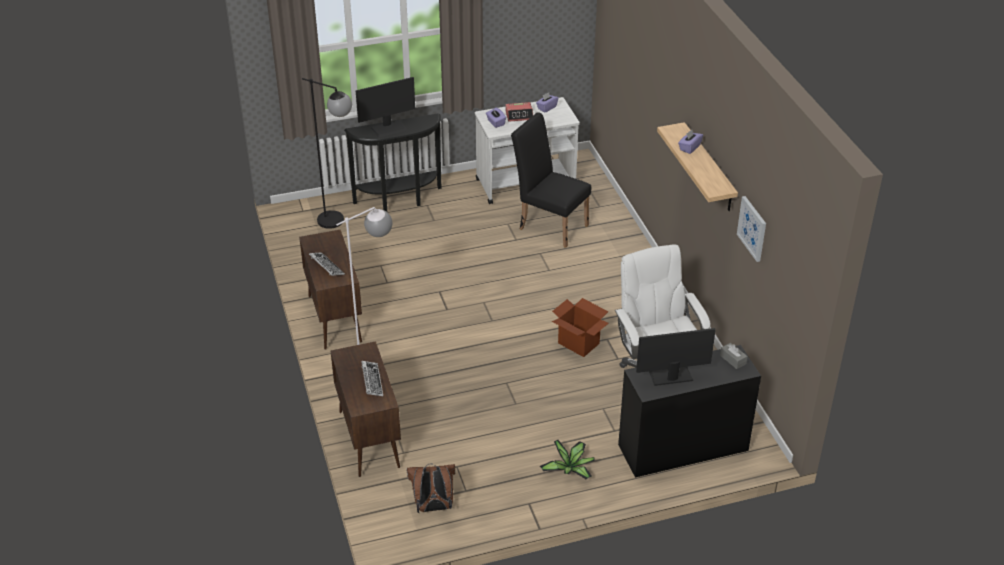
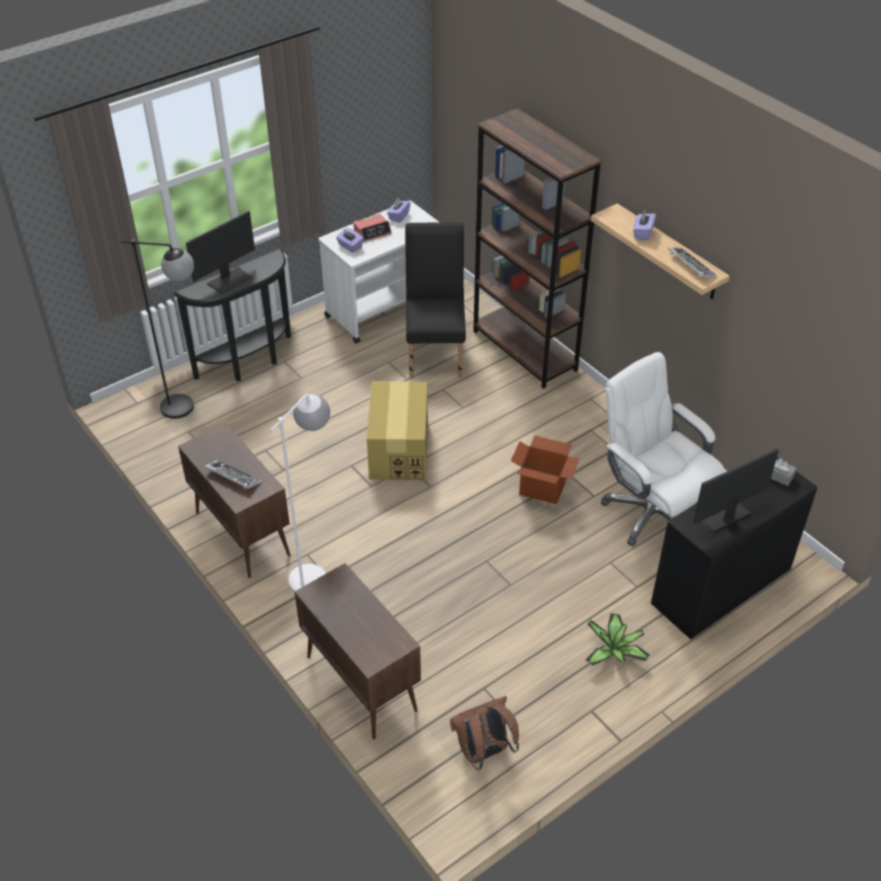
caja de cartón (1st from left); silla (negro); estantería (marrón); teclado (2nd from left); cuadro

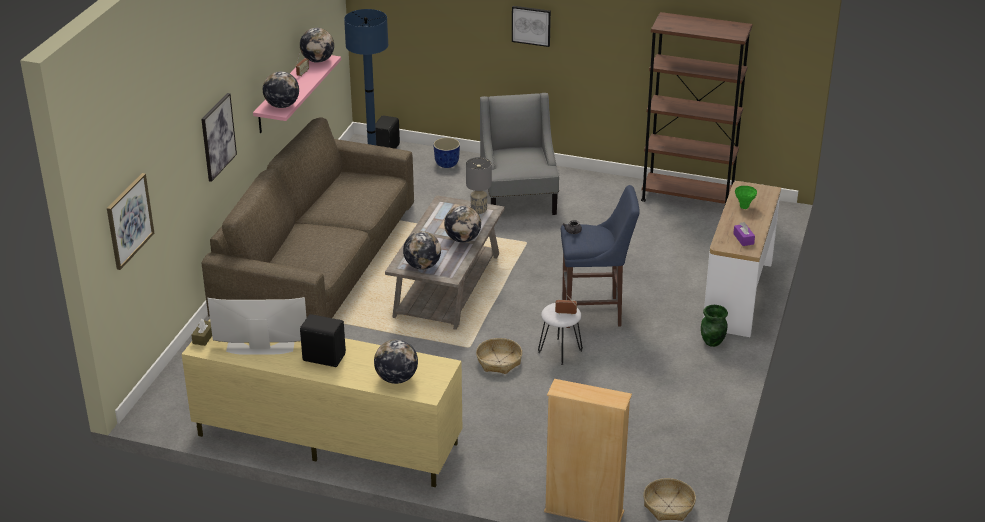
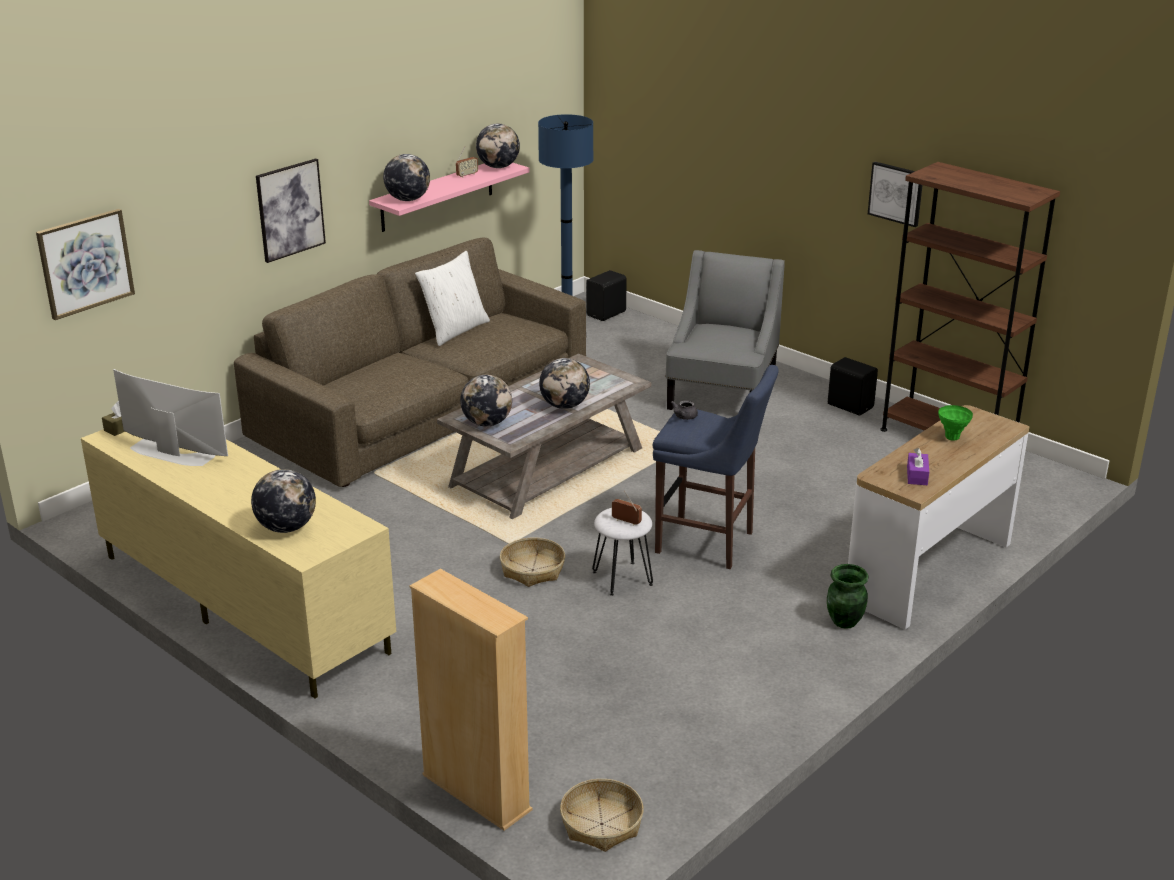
cojín (blanco); altavoz (negro) (2nd from left); cuadro (3rd from left); maceta; lámpara de mesa (gris)

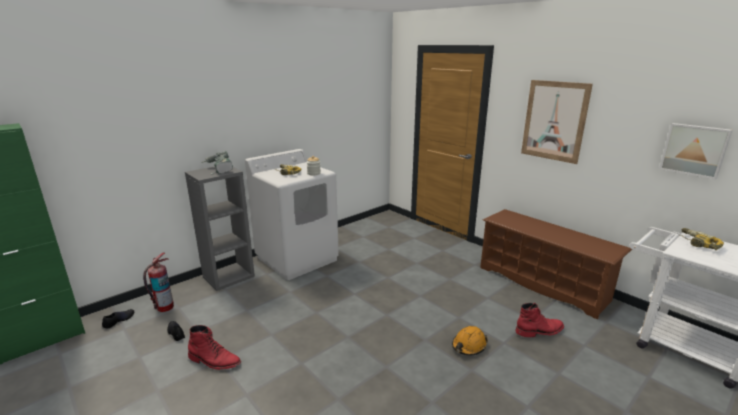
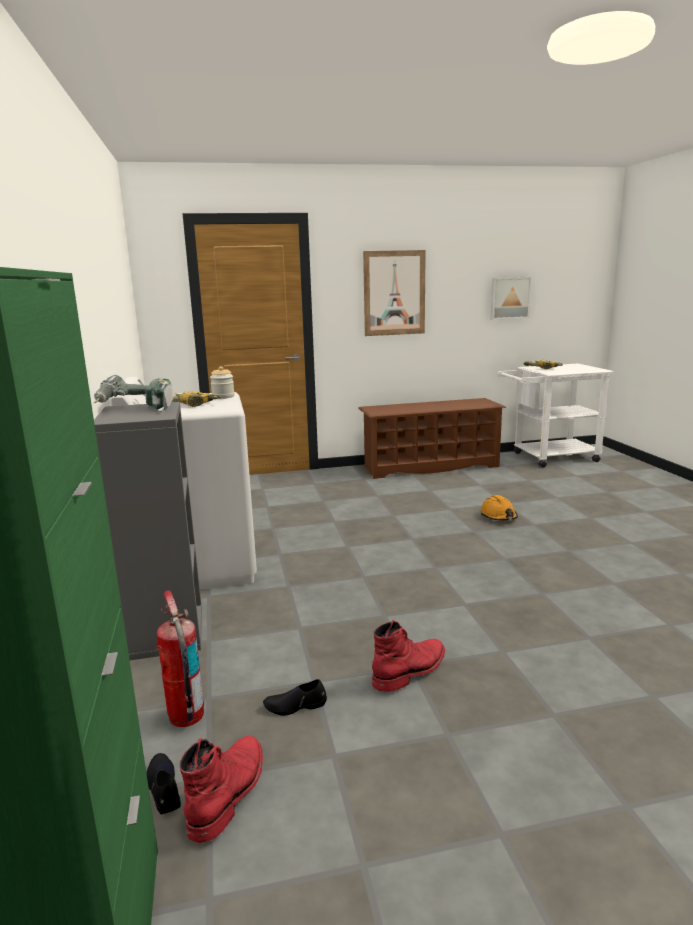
bota (rojo) (1st from left)

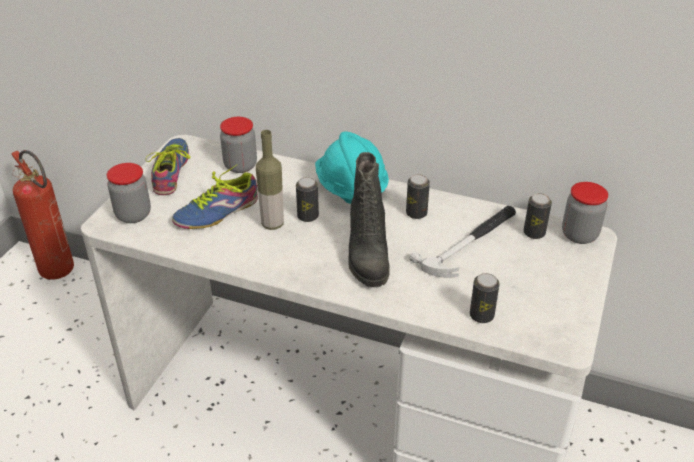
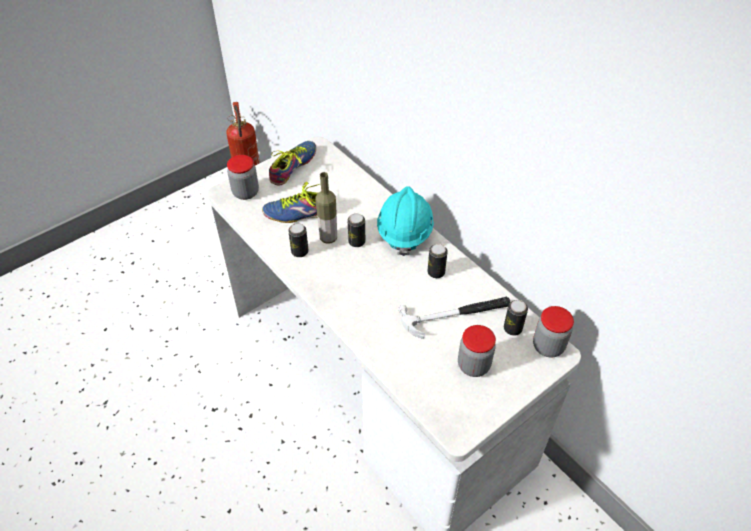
lata (1st from left); tarro (2nd from left); bota (negro)

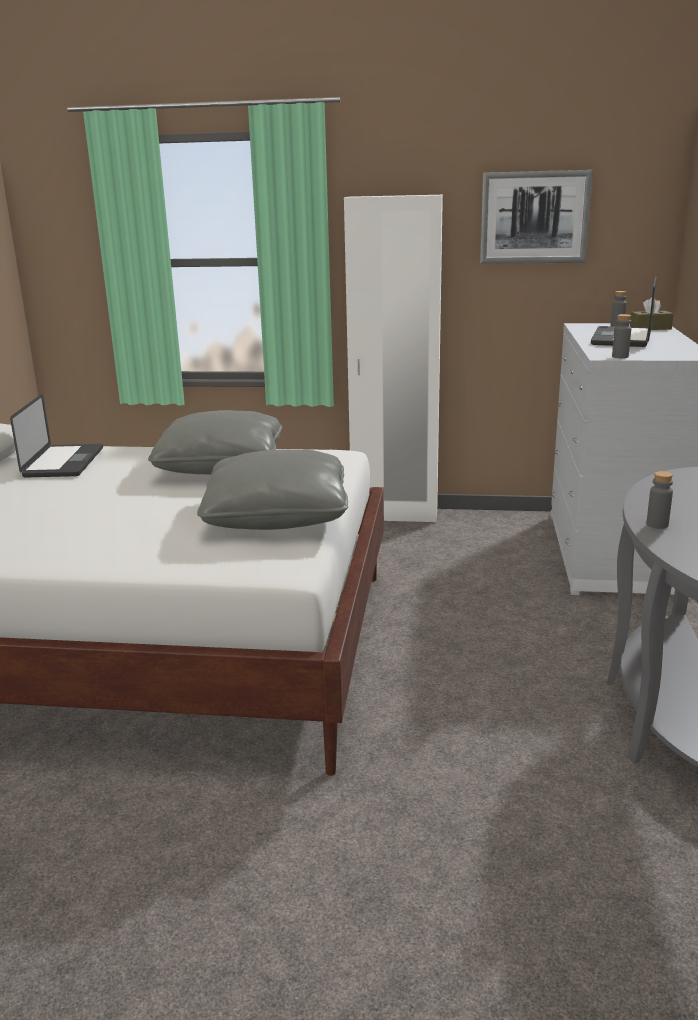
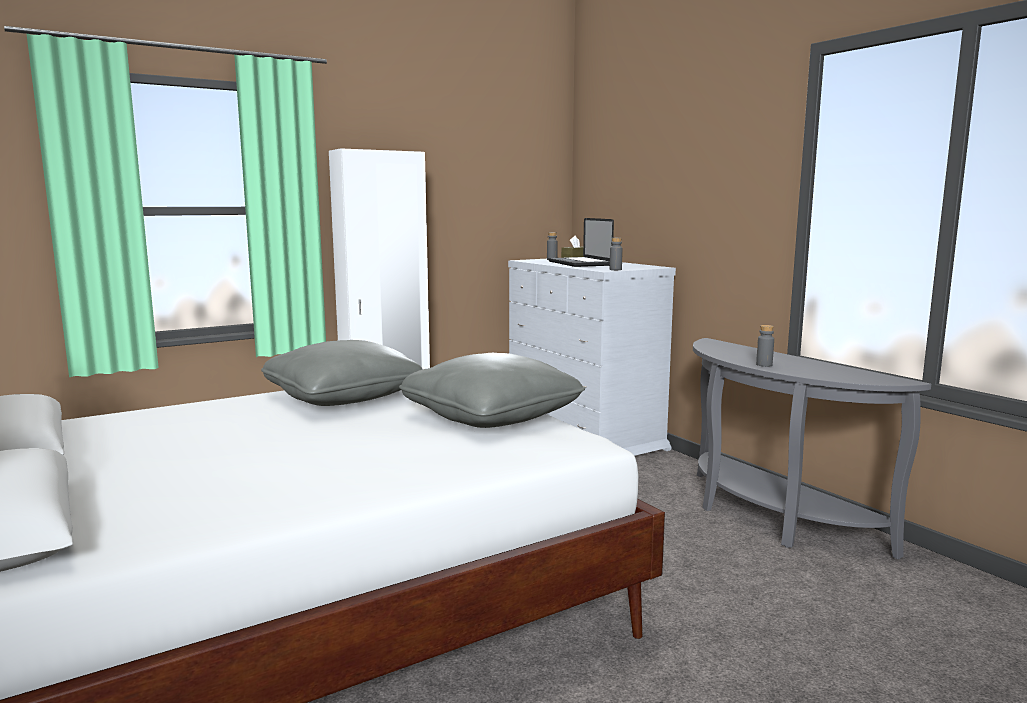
portátil (1st from left in the first image); cuadro

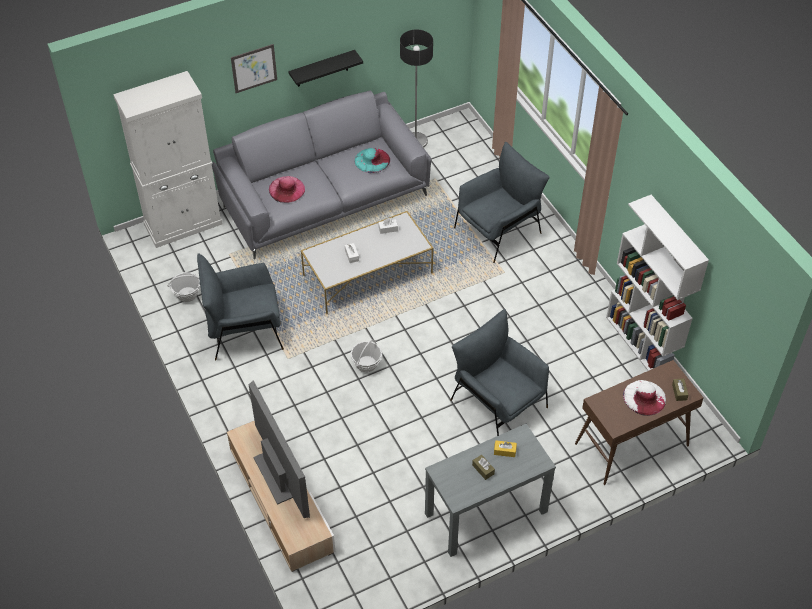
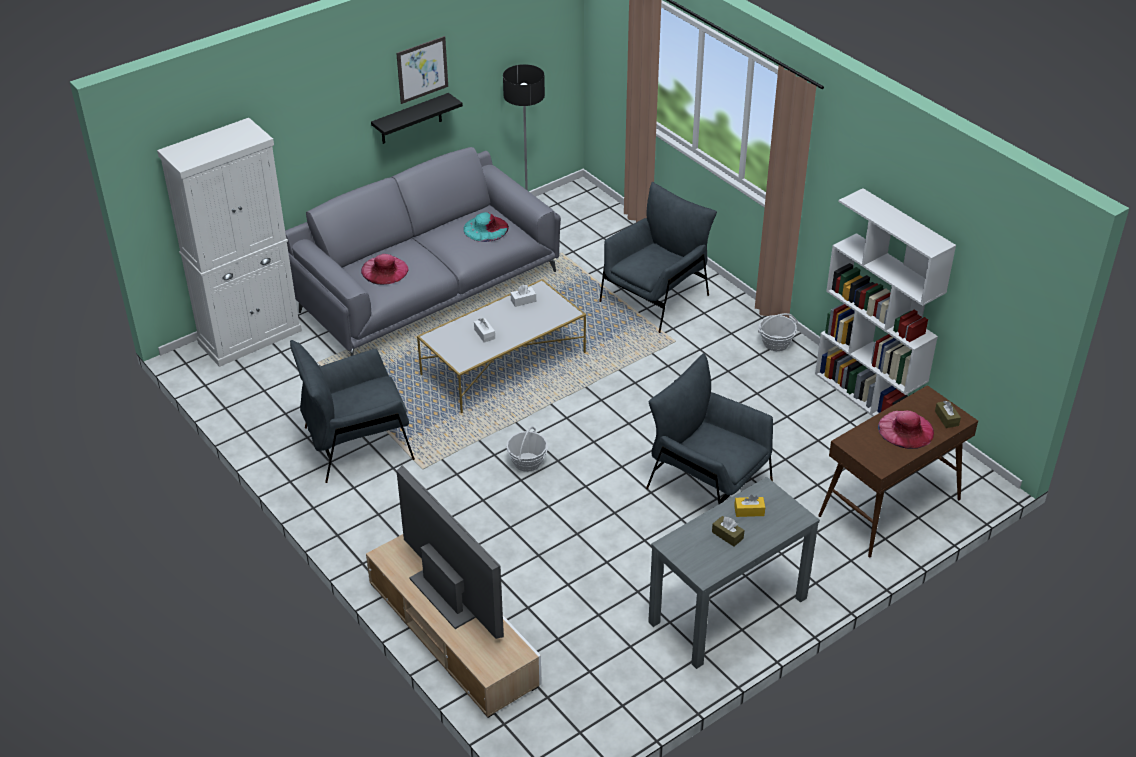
cuadro; cesta (2nd from left); sombrero (rosa) (2nd from left)

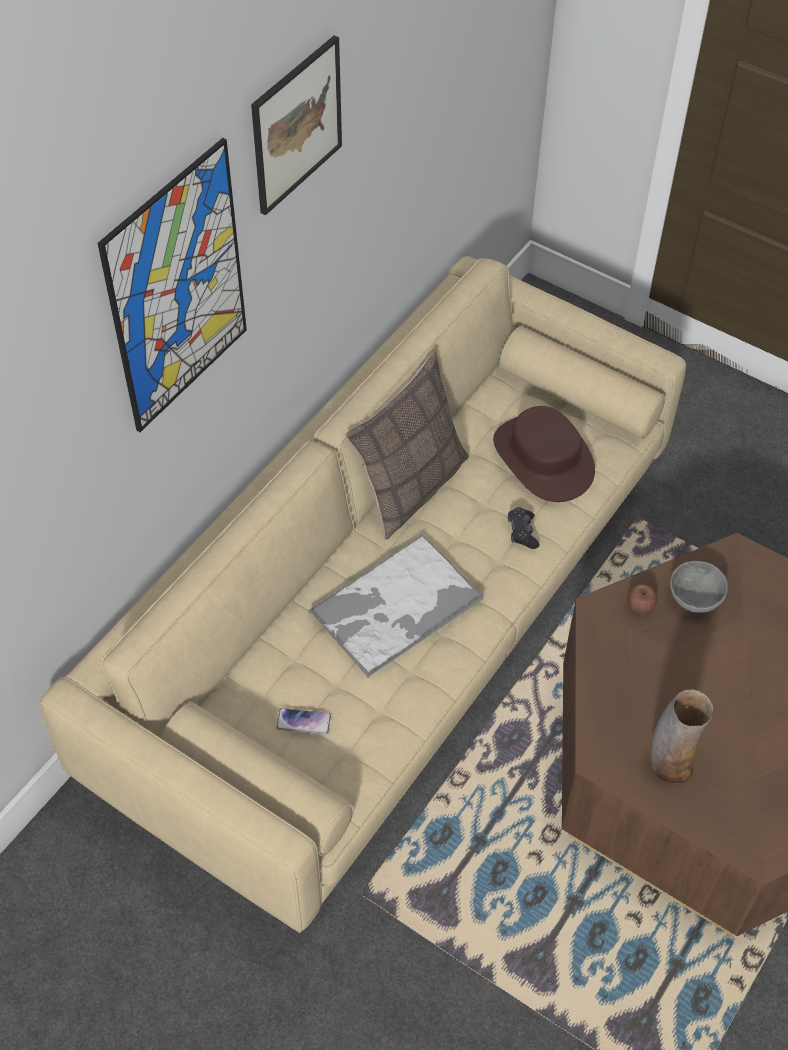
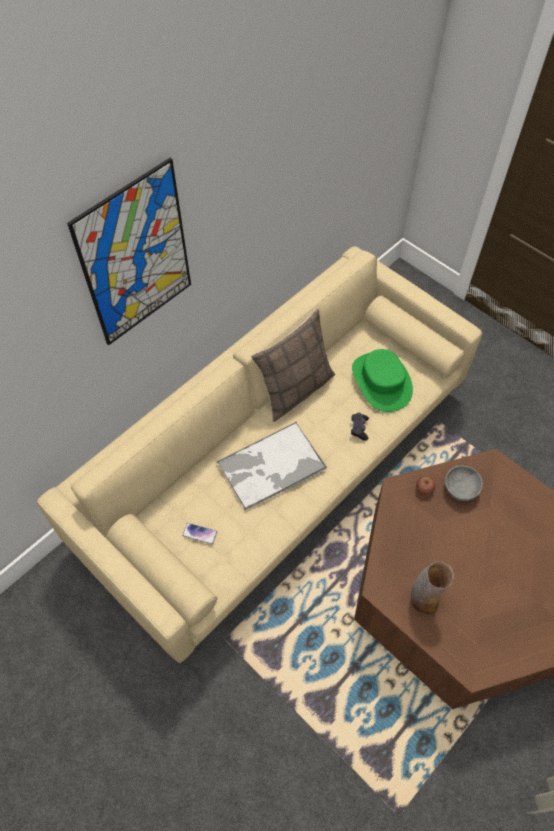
sombrero (verde); cuadro (2nd from left in the first image)

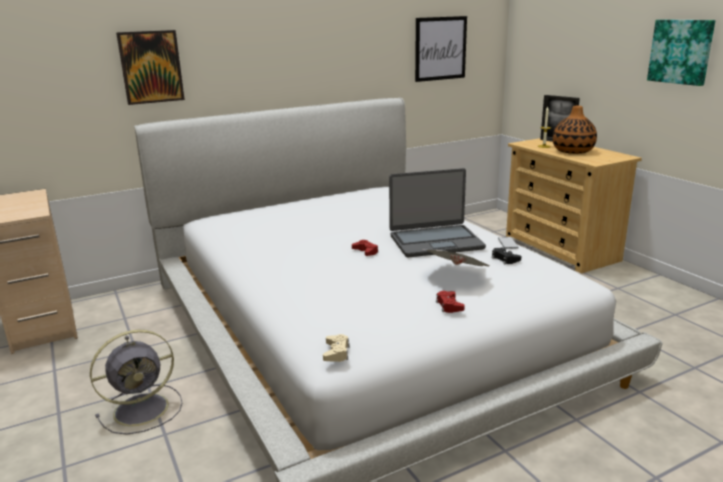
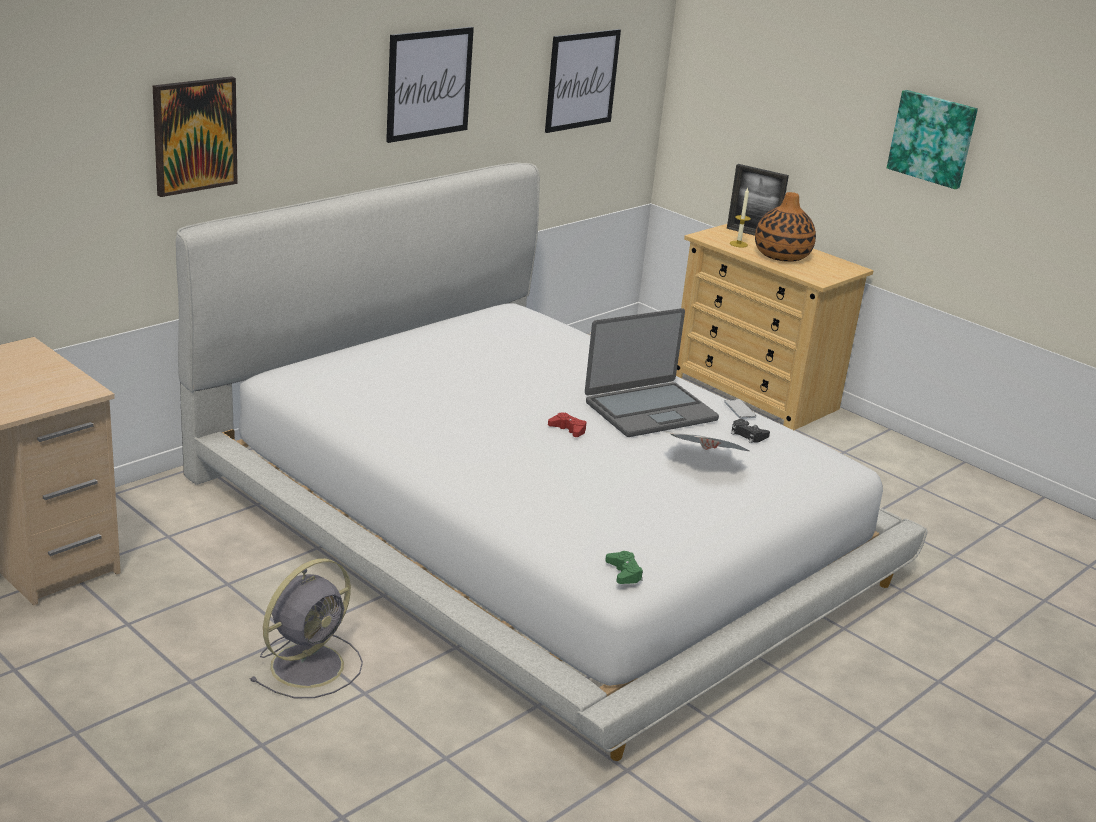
cuadro (2nd from left); mando de consola (verde); mando de consola (rojo) (2nd from left in the first image)

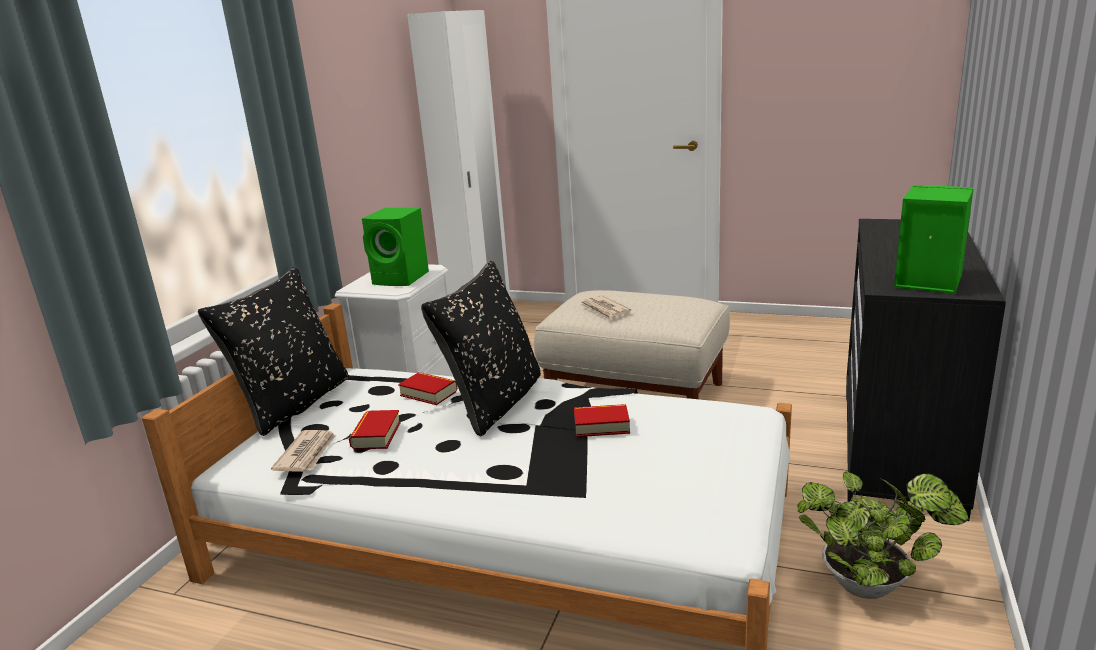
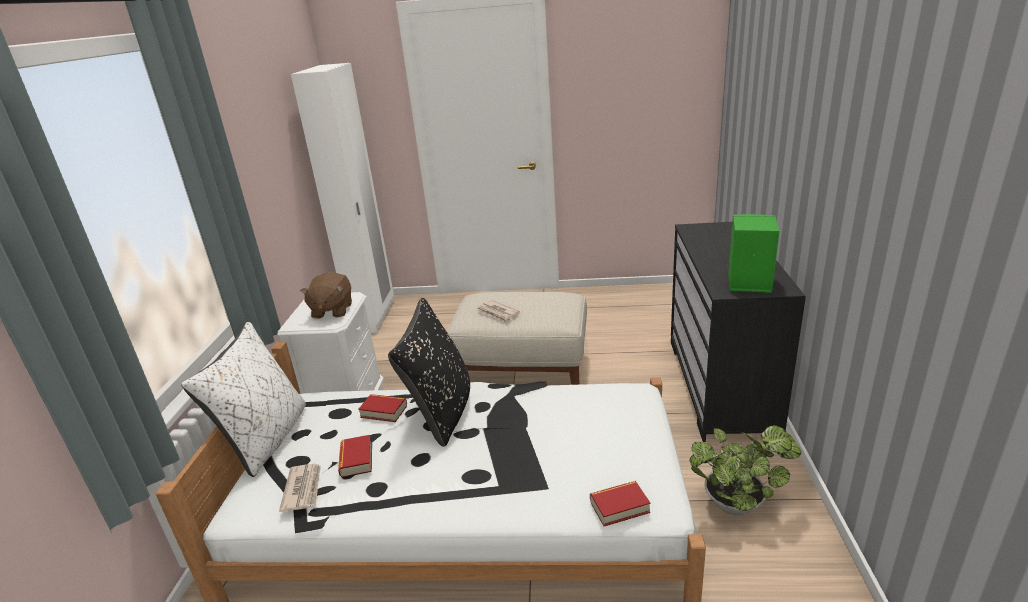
cojín (blanco); peluche (marrón); libro (3rd from left)

